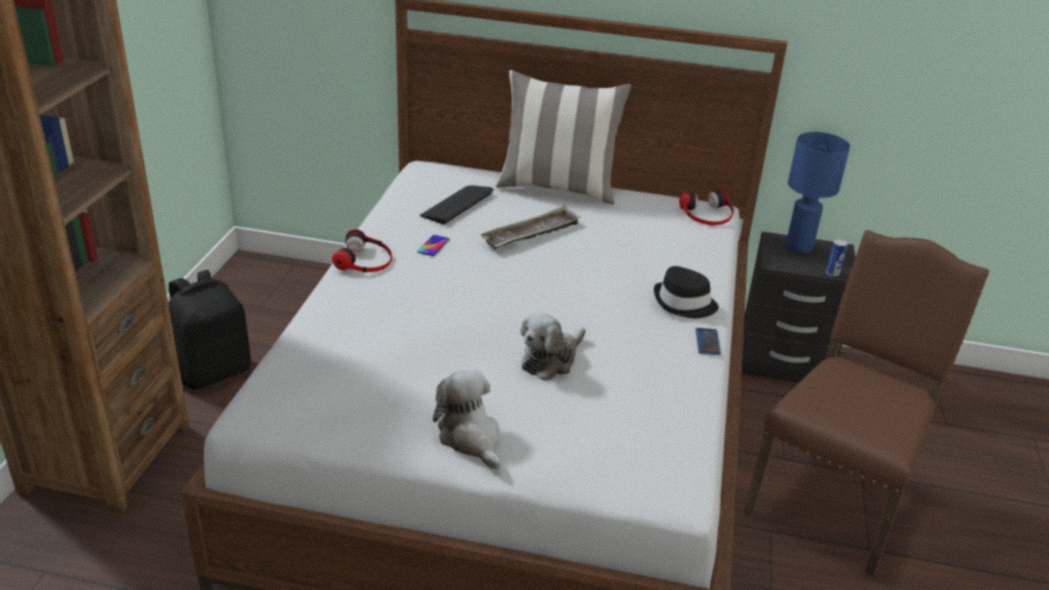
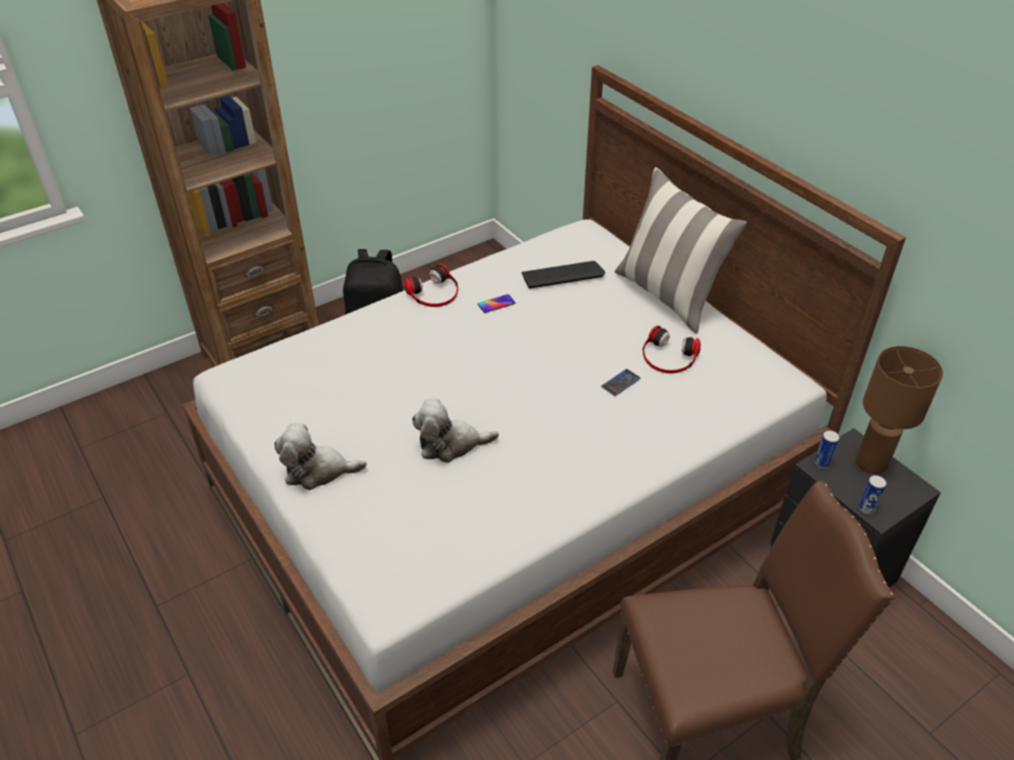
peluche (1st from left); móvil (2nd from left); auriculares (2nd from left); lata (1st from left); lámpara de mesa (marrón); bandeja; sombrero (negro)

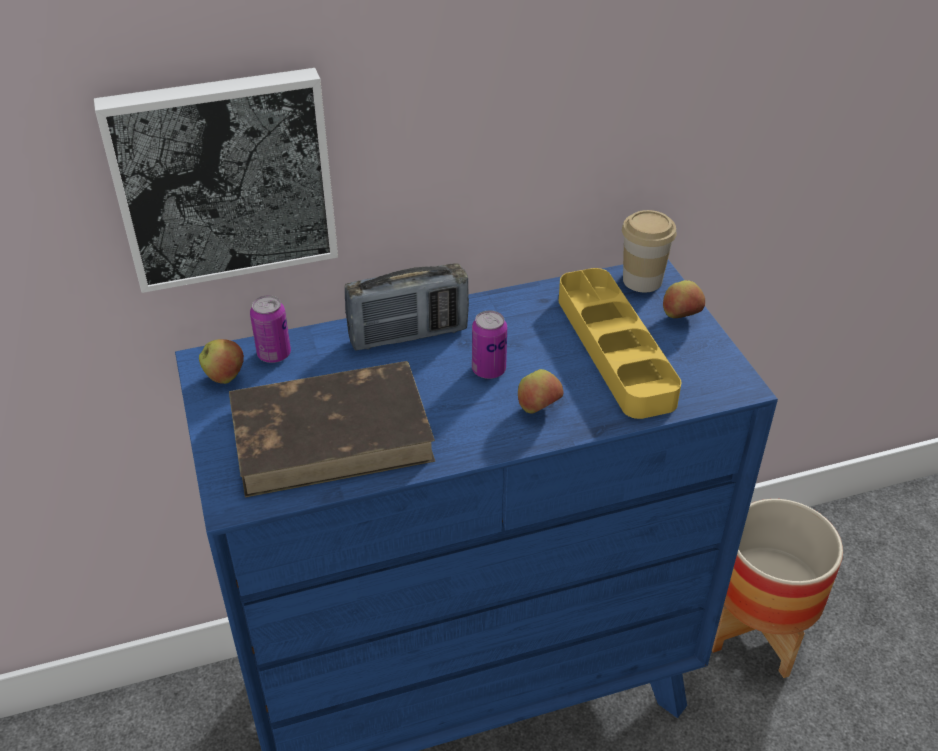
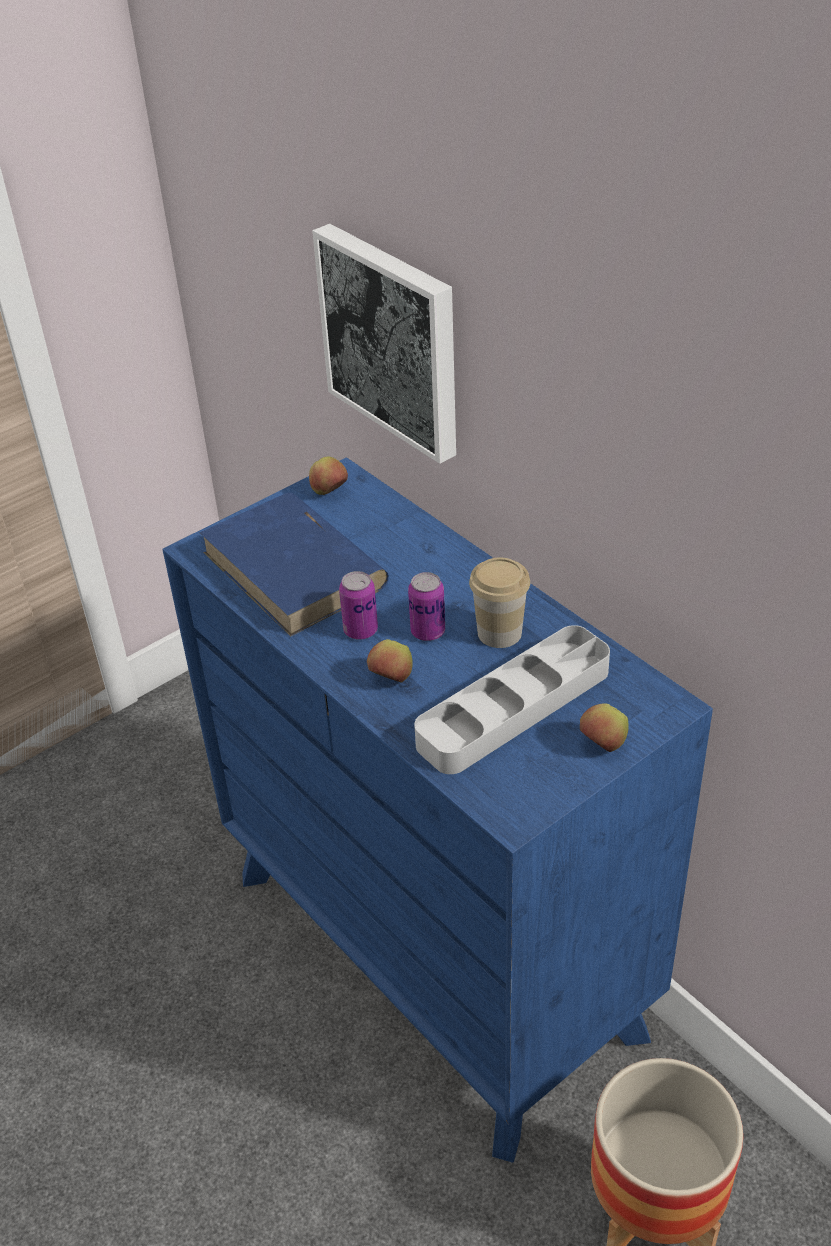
libro (azul); lata (1st from left); bandeja (gris); taza; radio

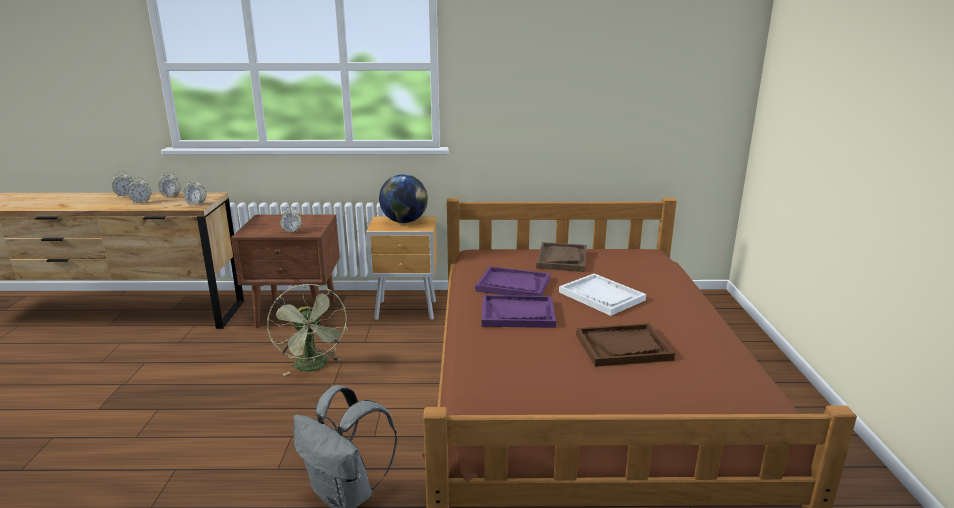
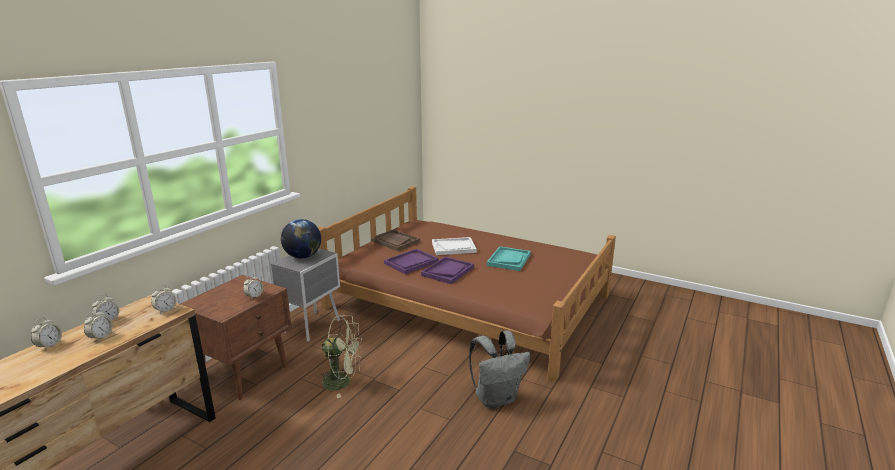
mesita de noche (gris); bandeja (turquesa)

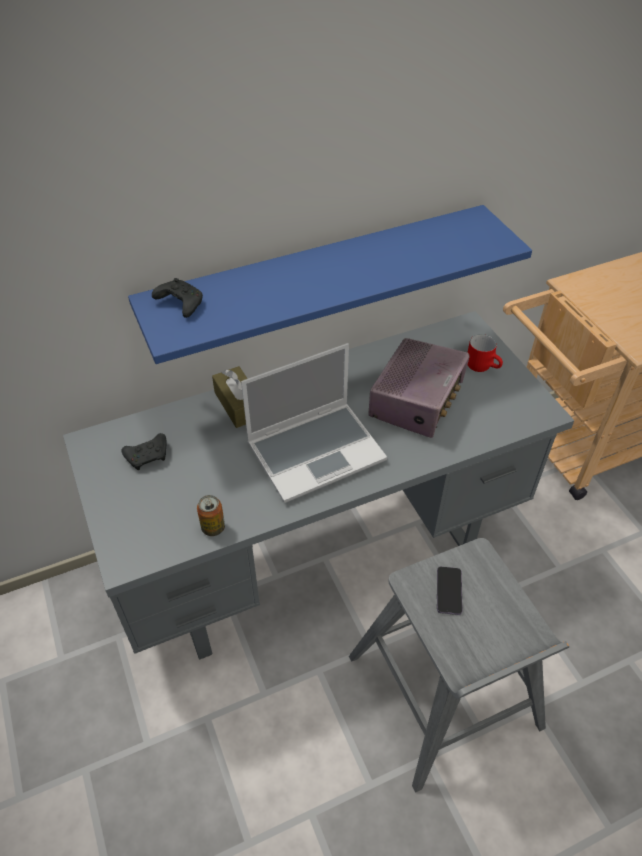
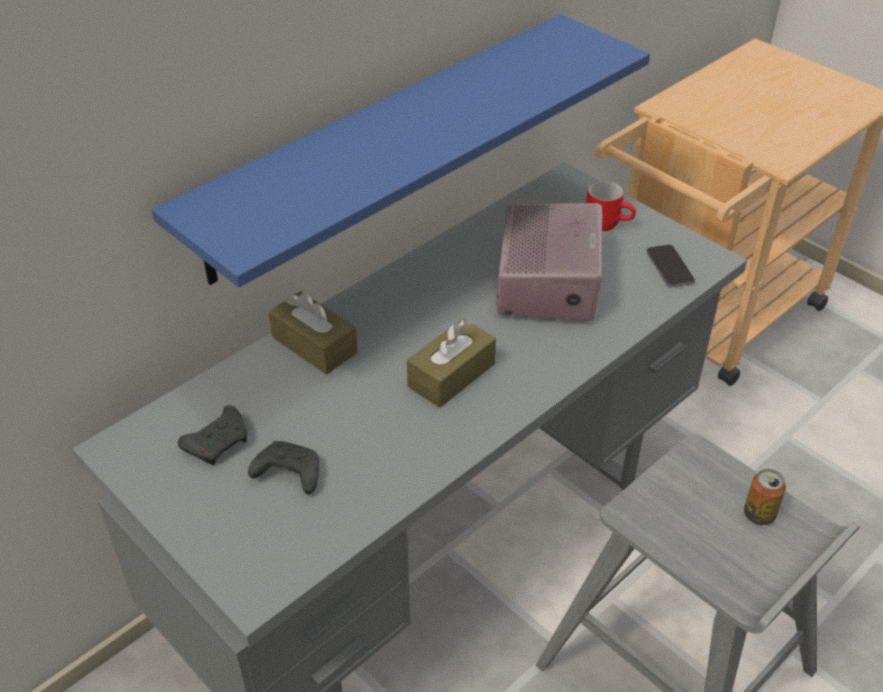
mando de consola (negro) (2nd from left); caja de pañuelos (marrón) (2nd from left); móvil; lata

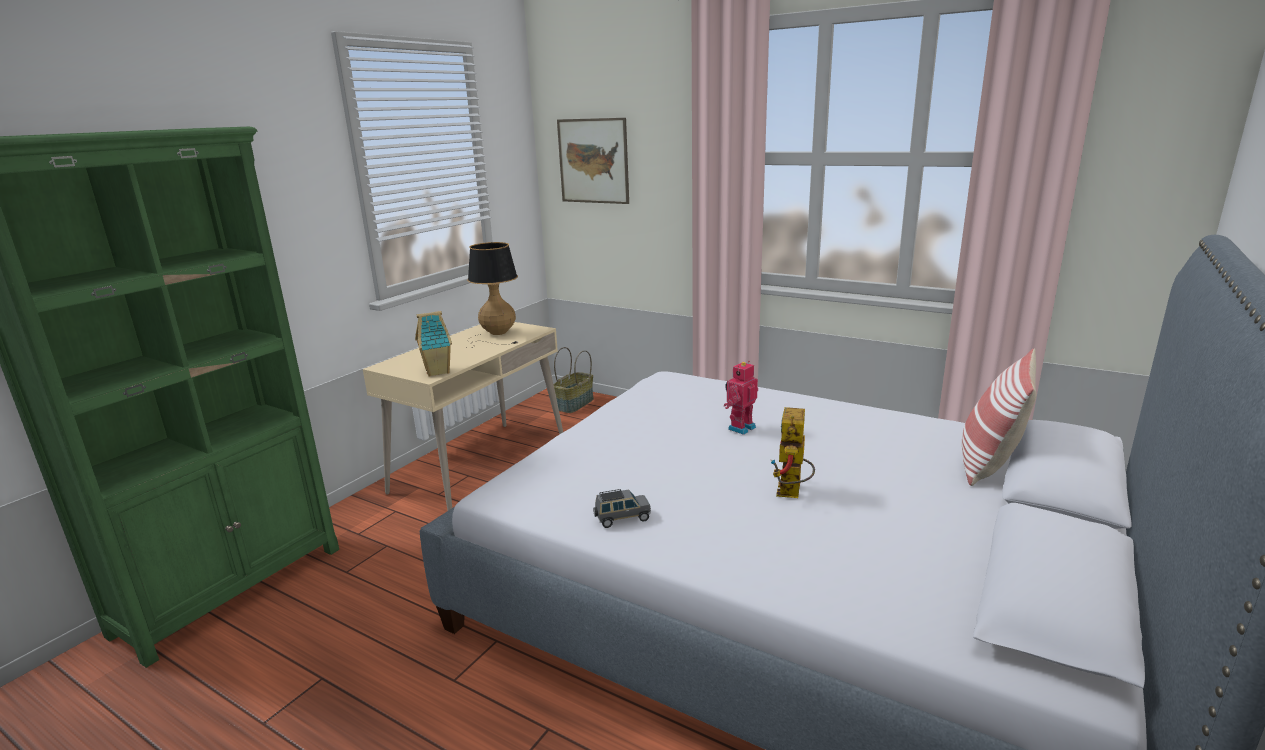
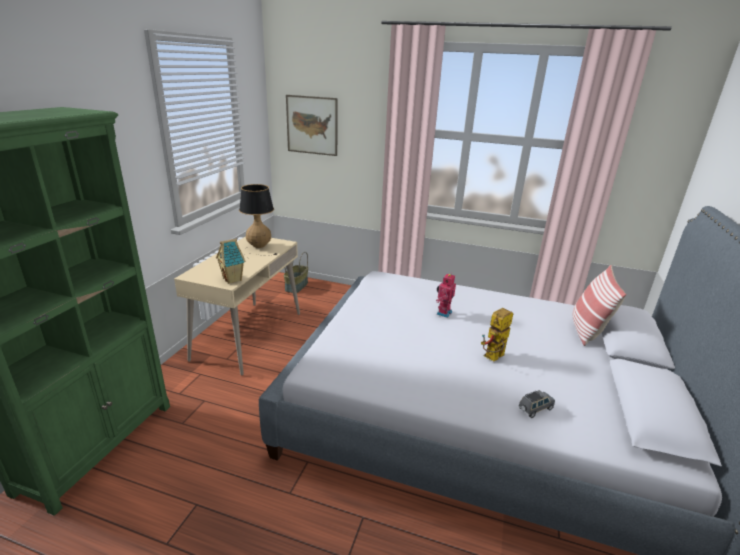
robot de juguete (2nd from left); coche de juguete (gris)

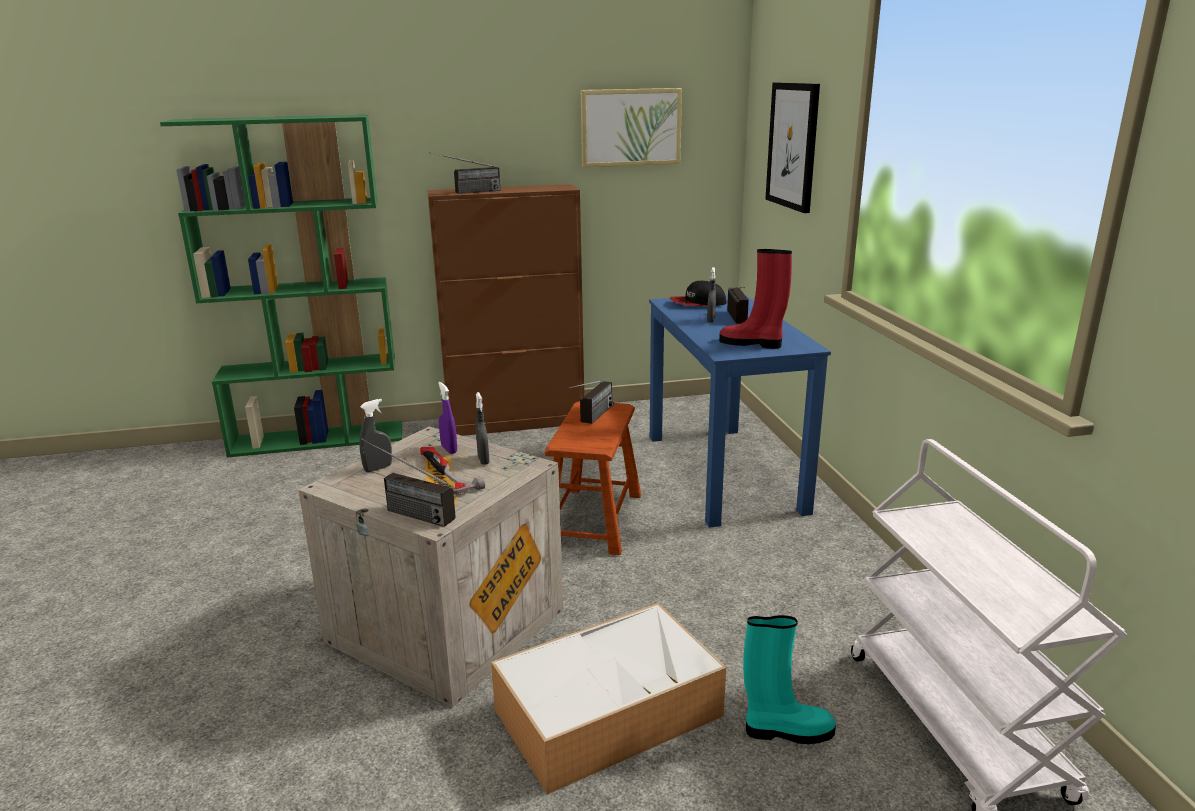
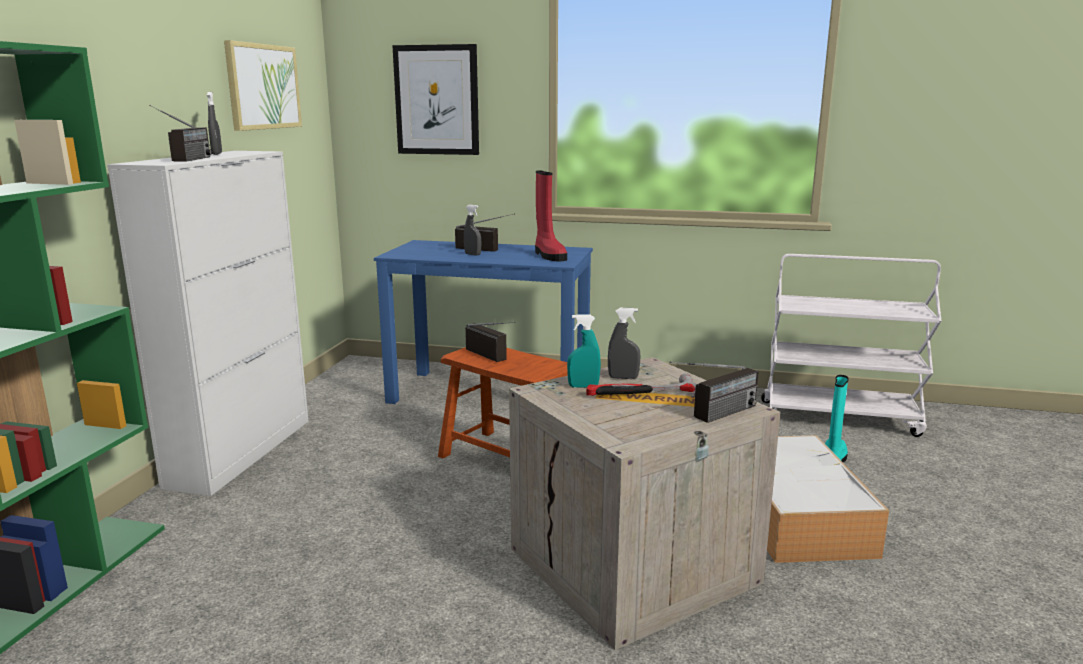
armario (blanco); pulverizador (gris) (1st from left); bota (rojo); pulverizador (turquesa); gorra

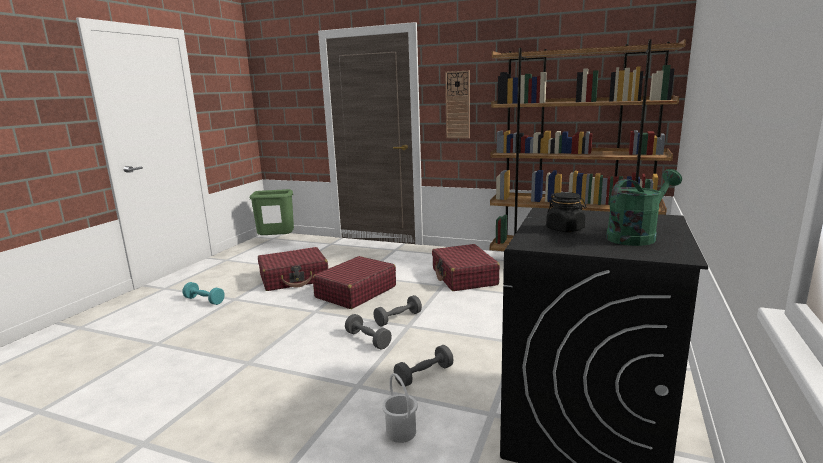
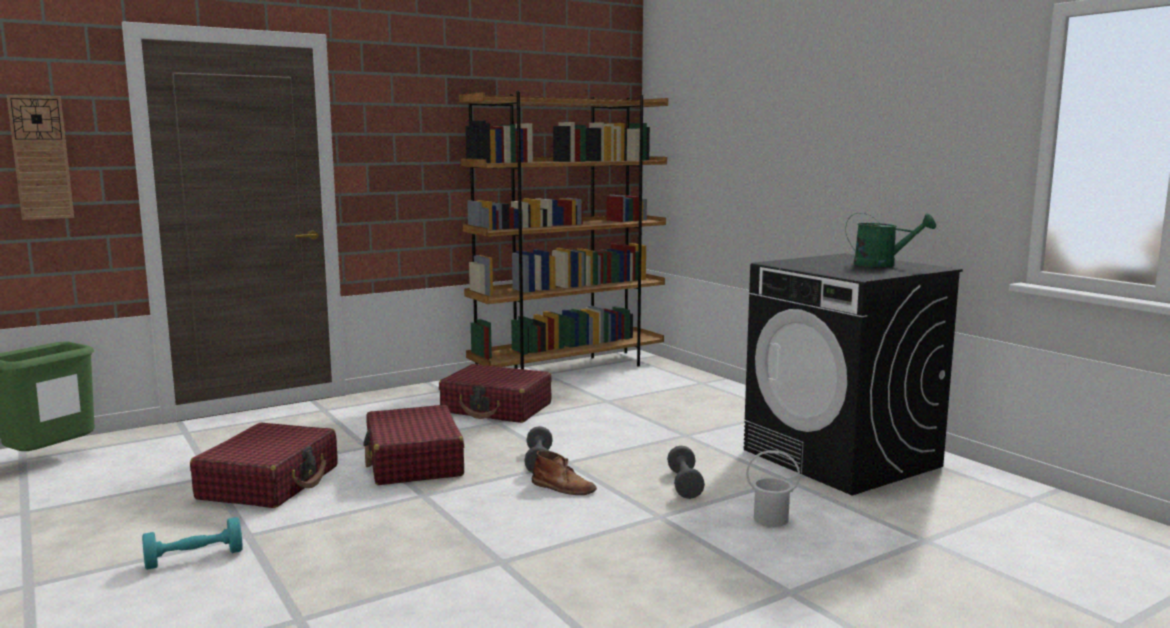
reloj de pared; bota (marrón); regadera (verde); tarro (negro)

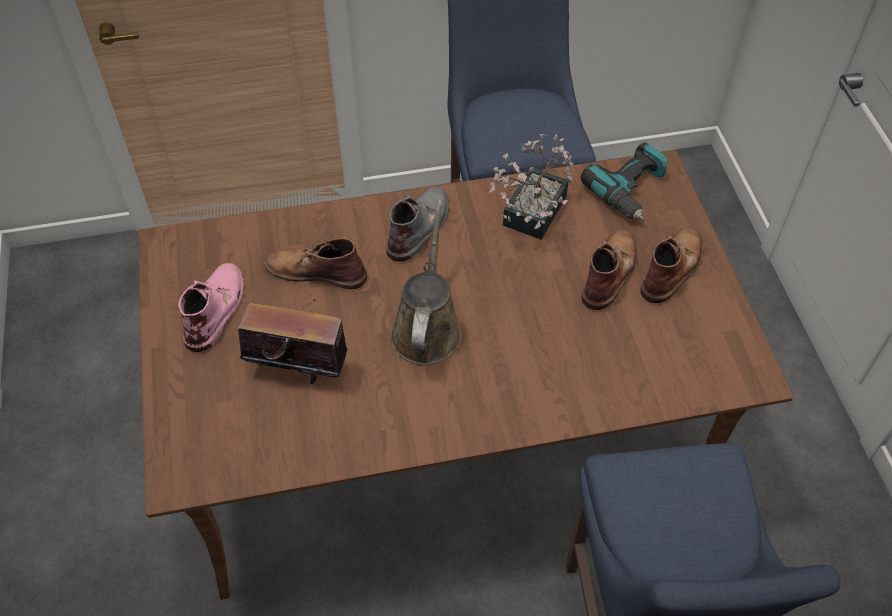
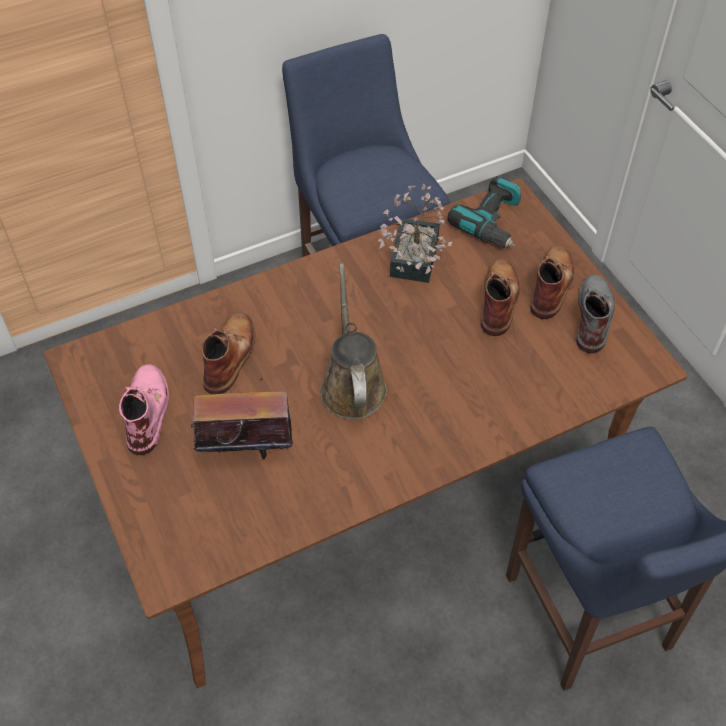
bota (marrón) (1st from left); bota (gris)

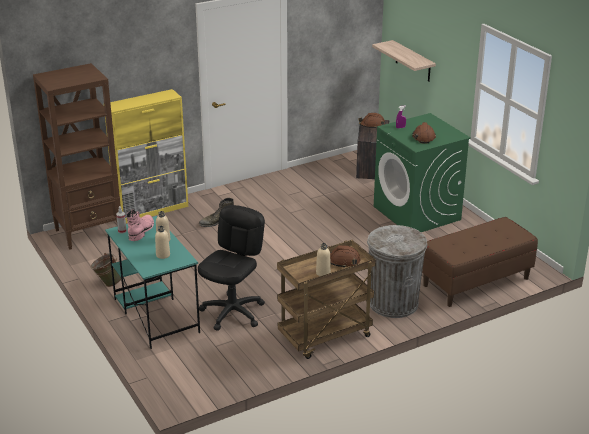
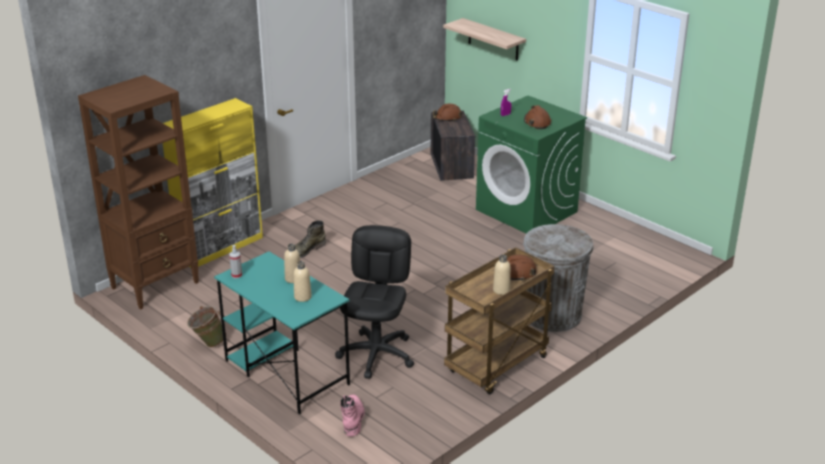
bota (rosa); banco (marrón)

